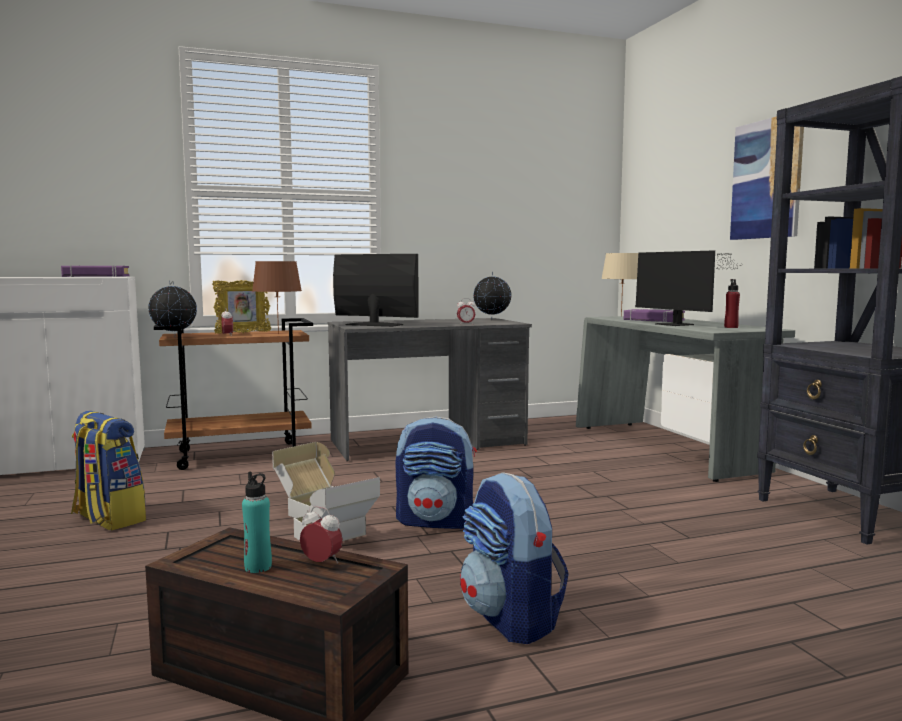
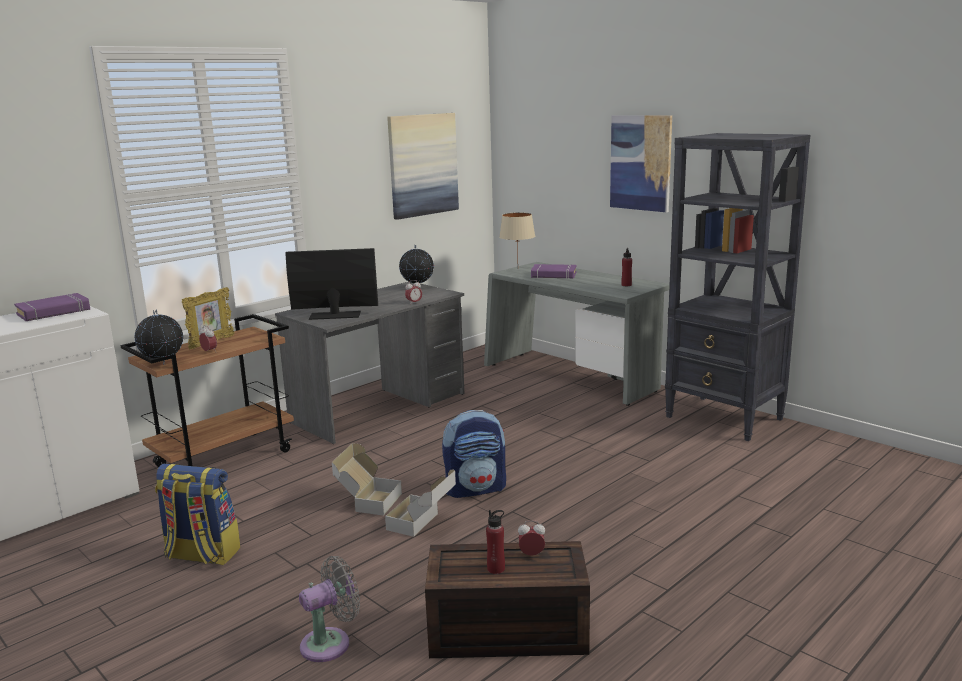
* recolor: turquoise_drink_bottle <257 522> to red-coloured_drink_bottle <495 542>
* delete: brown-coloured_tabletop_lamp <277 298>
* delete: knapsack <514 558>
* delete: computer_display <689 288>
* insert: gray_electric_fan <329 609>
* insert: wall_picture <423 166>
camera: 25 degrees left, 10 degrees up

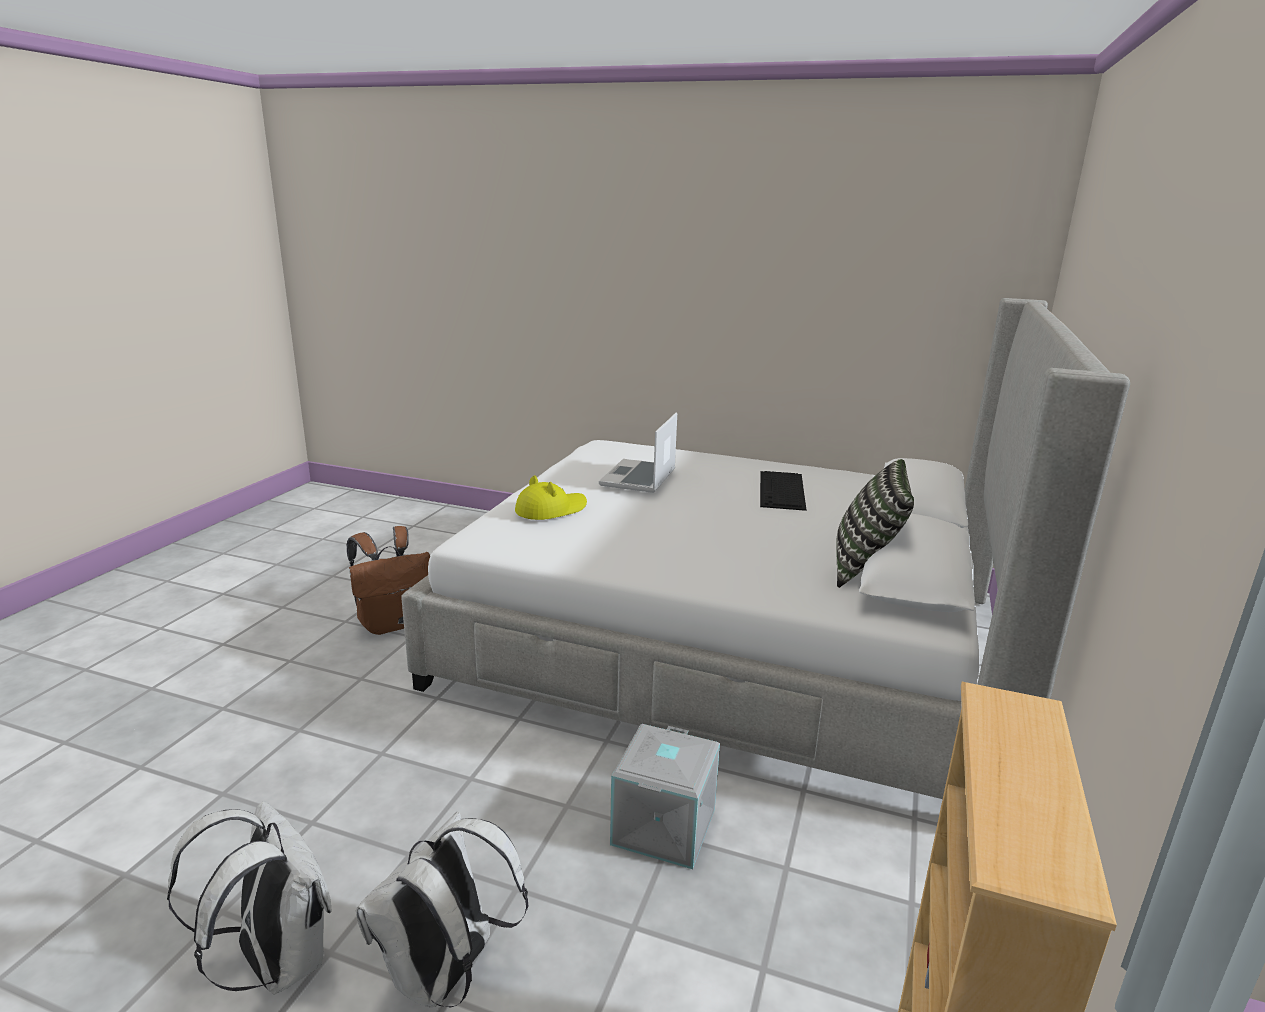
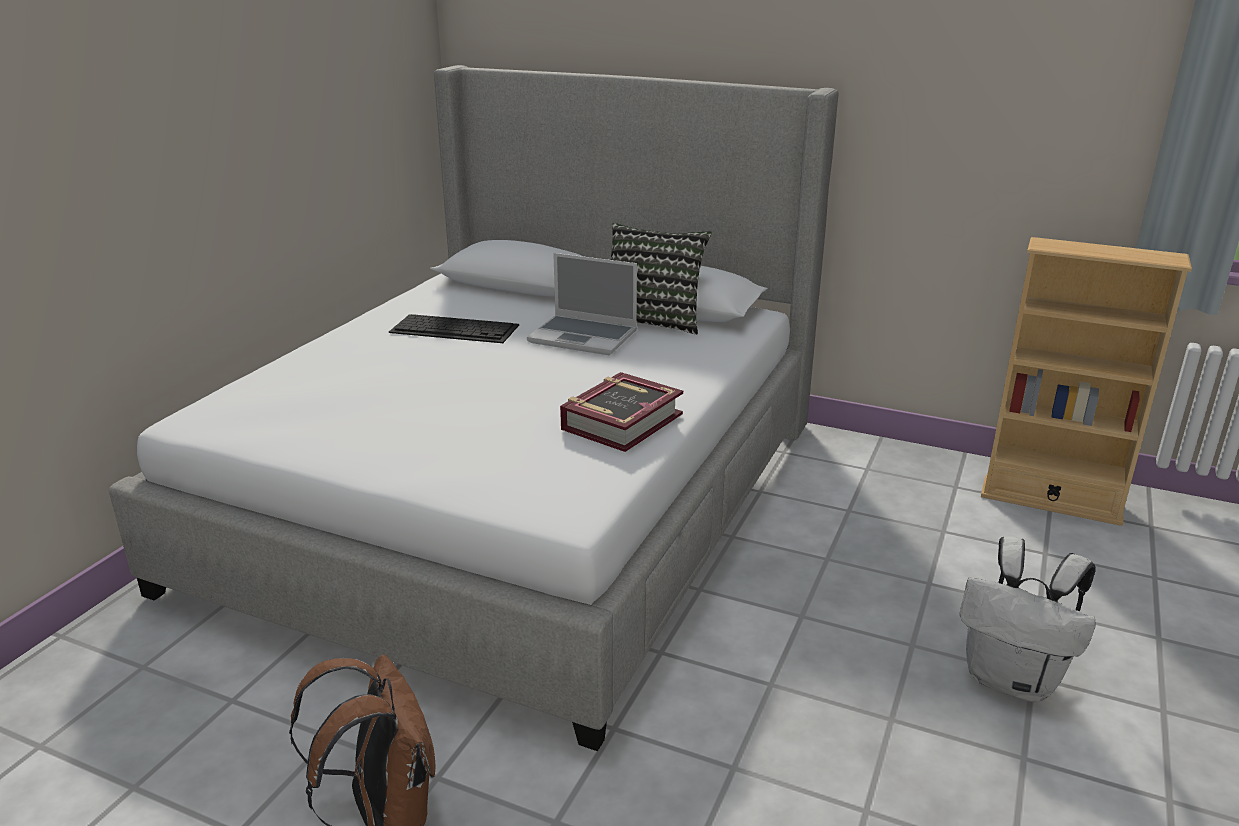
* delete: white_knapsack <249 898>
* delete: yellow-coloured_wearable_hat <551 497>
* move: portable_computer <638 453> to <582 304>
* delete: gray_storage_box <665 796>
* insert: book <621 412>
camera: 85 degrees left, 5 degrees up

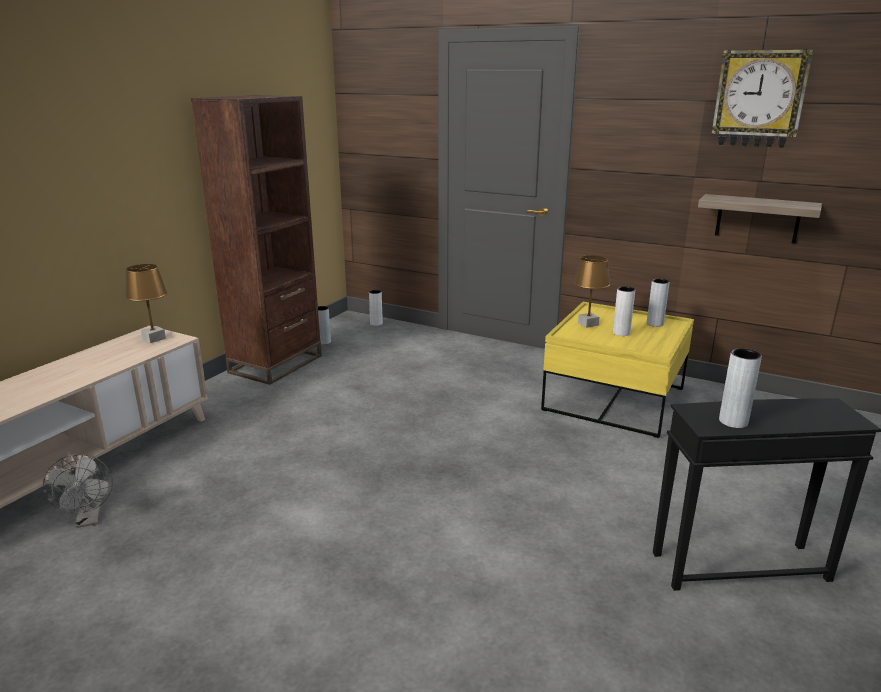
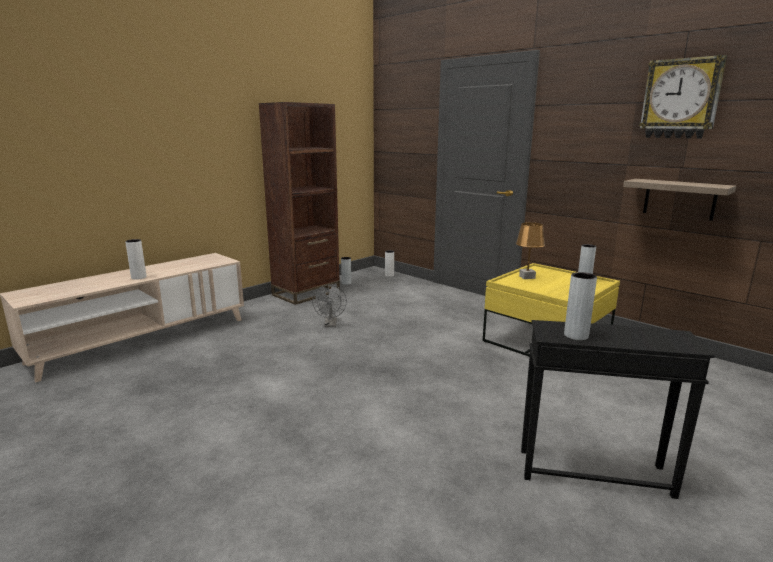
* move: gray_electric_fan <78 491> to <329 305>
* delete: brown-coloured_tabletop_lamp <146 303>
* move: white_vase <624 311> to <136 259>
camera: 15 degrees right, 5 degrees down

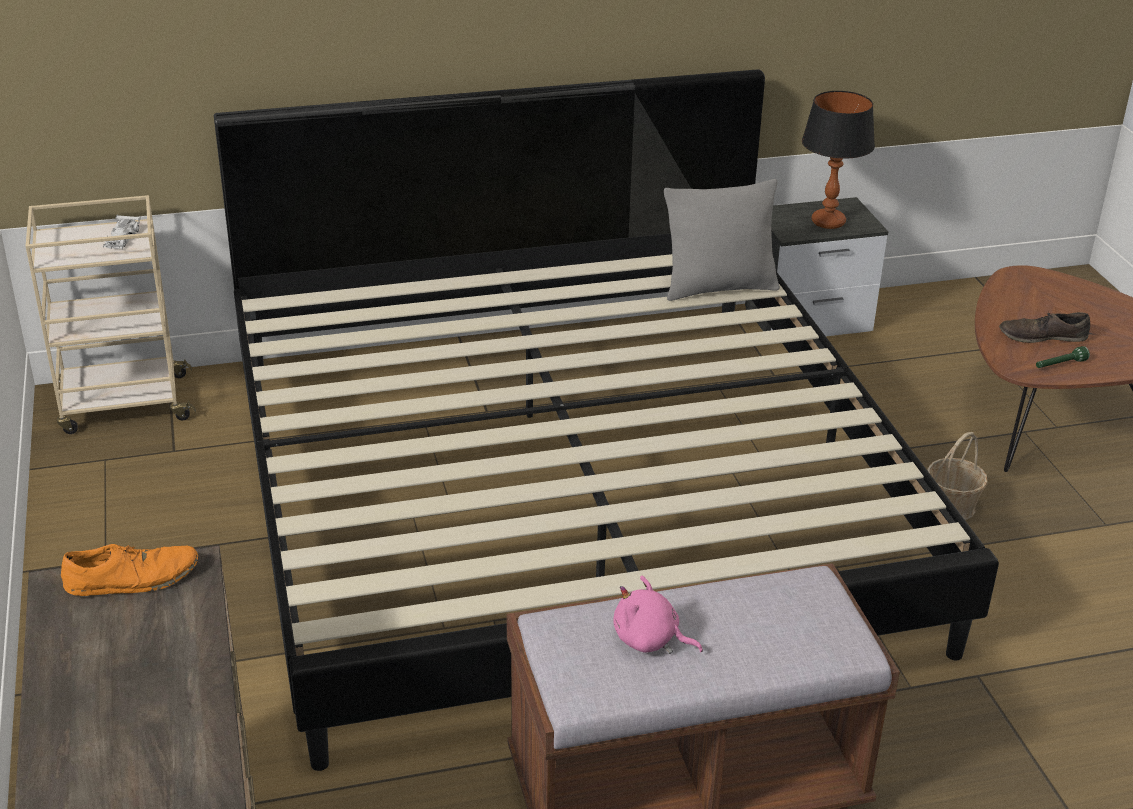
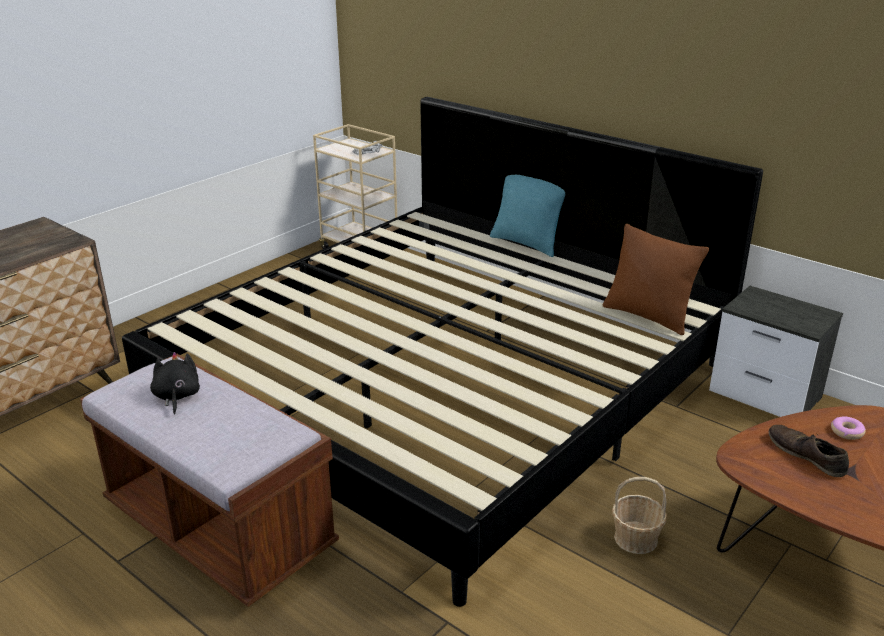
* delete: orange-coloured_item_of_footwear <129 570>
* recolor: pinkish_soft_toy <658 615> to black_soft_toy <175 383>
* recolor: gray_pillow <722 240> to brown-coloured_pillow <656 279>
* delete: tabletop_lamp <838 160>
* delete: greenish_flashlight <1063 357>
* insert: turquoise_pillow <527 216>
* insert: doughnut <848 428>
camera: 55 degrees right, 5 degrees down

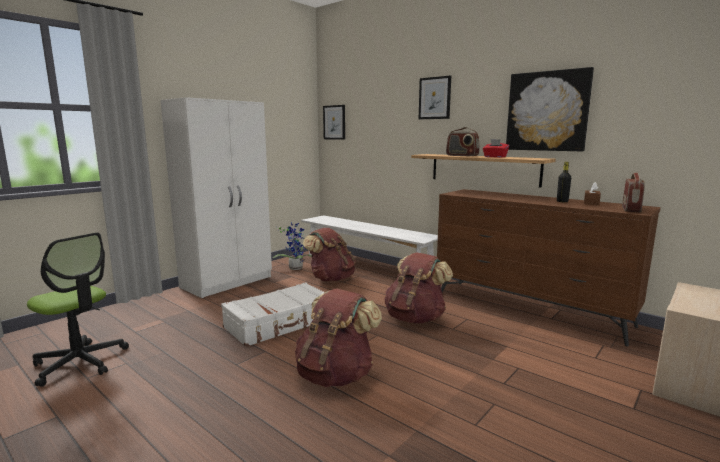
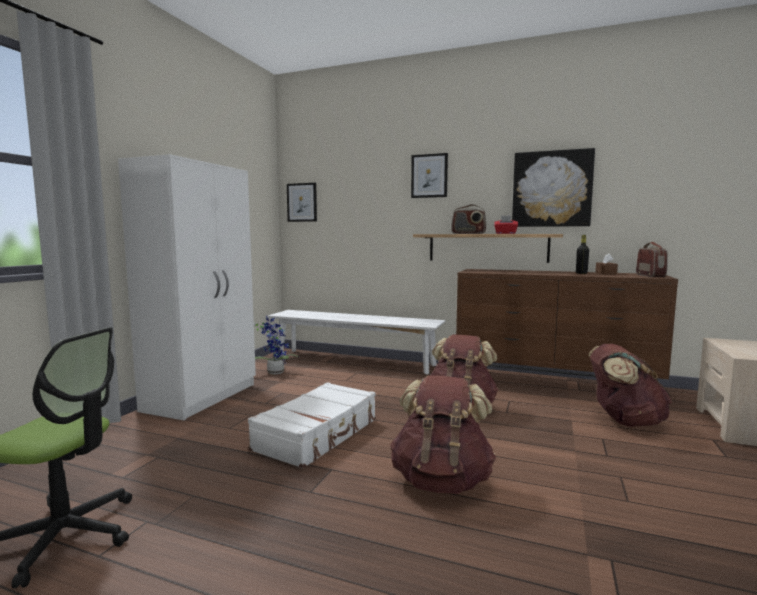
* move: brown-coloured_knapsack <329 254> to <631 385>
camera: 20 degrees left, 5 degrees down

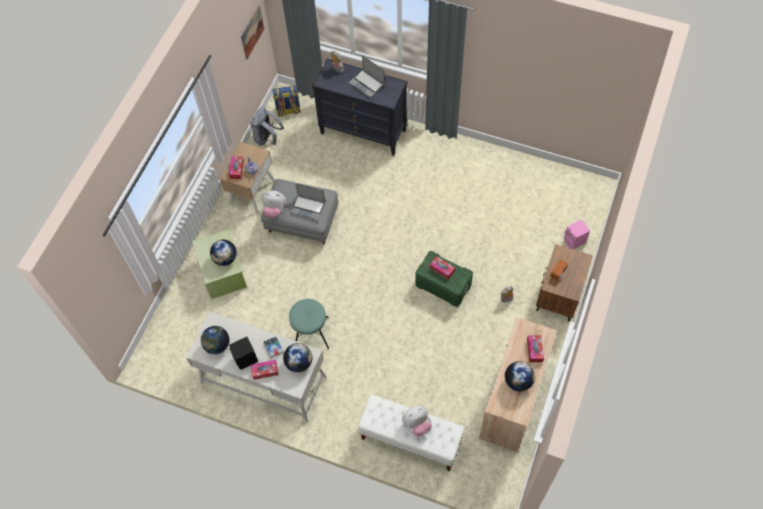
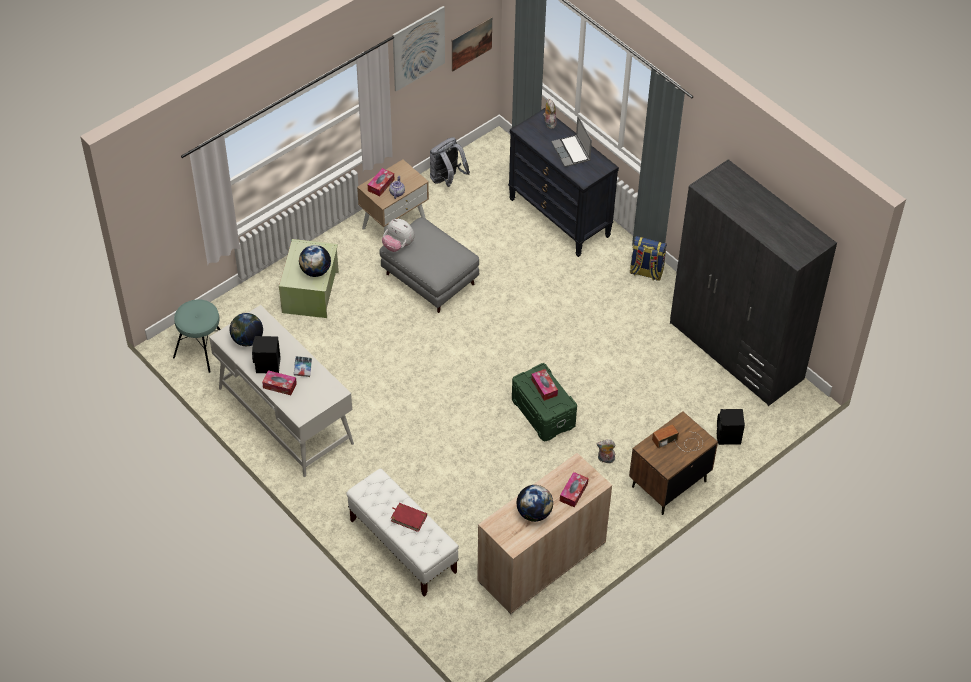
* move: knapsack <286 101> to <648 258>
* delete: world_globe <297 357>
* move: turquoise_stool <309 324> to <197 336>
* delete: portable_computer <307 202>
* replace: soft_toy <417 420> to red-coloured_book <409 517>
* recolor: pinkish_audio_speaker <577 234> to black_audio_speaker <731 427>
* insert: wall_picture <419 48>
* insert: gray_armoire <753 282>
camera: 25 degrees right, 10 degrees down

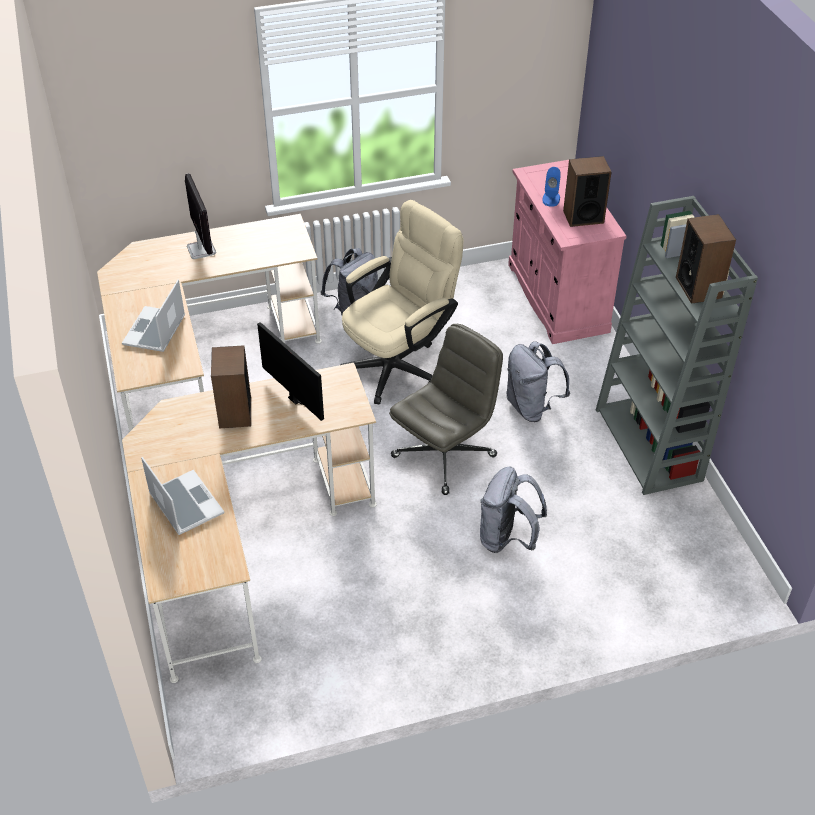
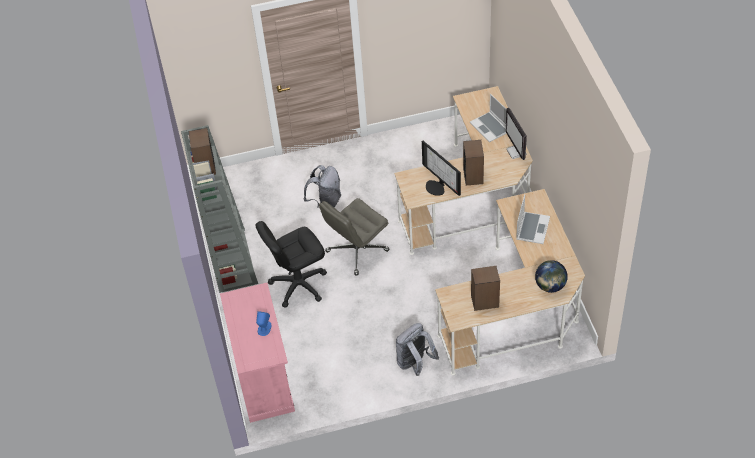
* move: computer_display <200 216> to <516 134>
* delete: beige-coloured_computer_chair <402 302>
* replace: gray_knapsack <538 381> to black_computer_chair <291 264>
* move: audio_speaker <587 191> to <485 288>
* insert: world_globe <551 276>
camera: 175 degrees left, 5 degrees up

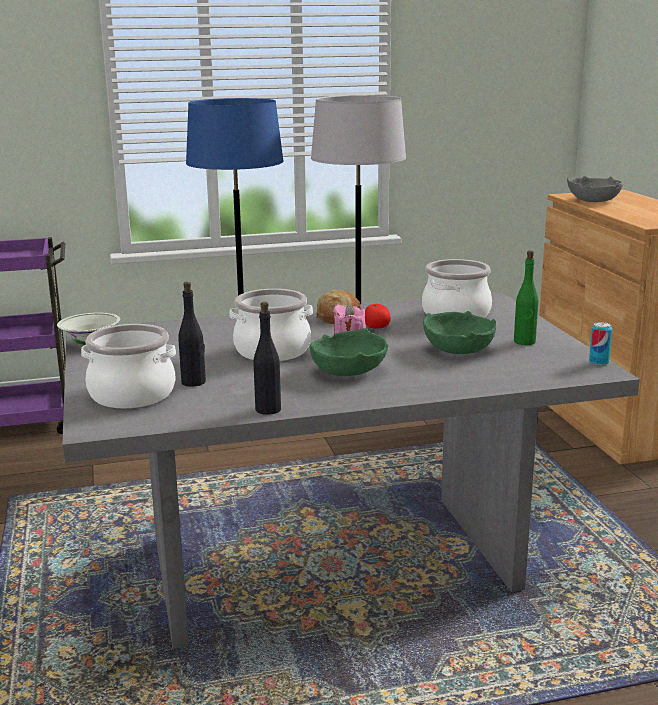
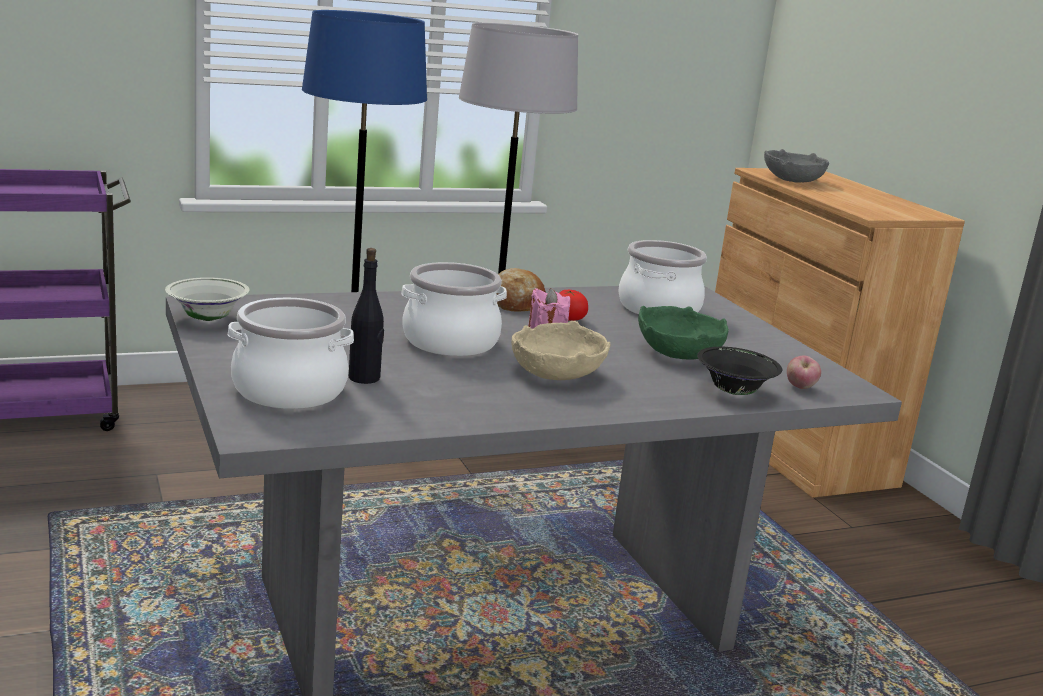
* delete: black_drink_bottle <267 358>
* recolor: greenish_serving_bowl <349 352> to beige-coloured_serving_bowl <561 350>
* delete: greenish_drink_bottle <526 297>
* delete: metal_can <601 343>
* insert: black_serving_bowl <739 371>
* insert: apple <804 372>
camera: 10 degrees left, 0 degrees up

